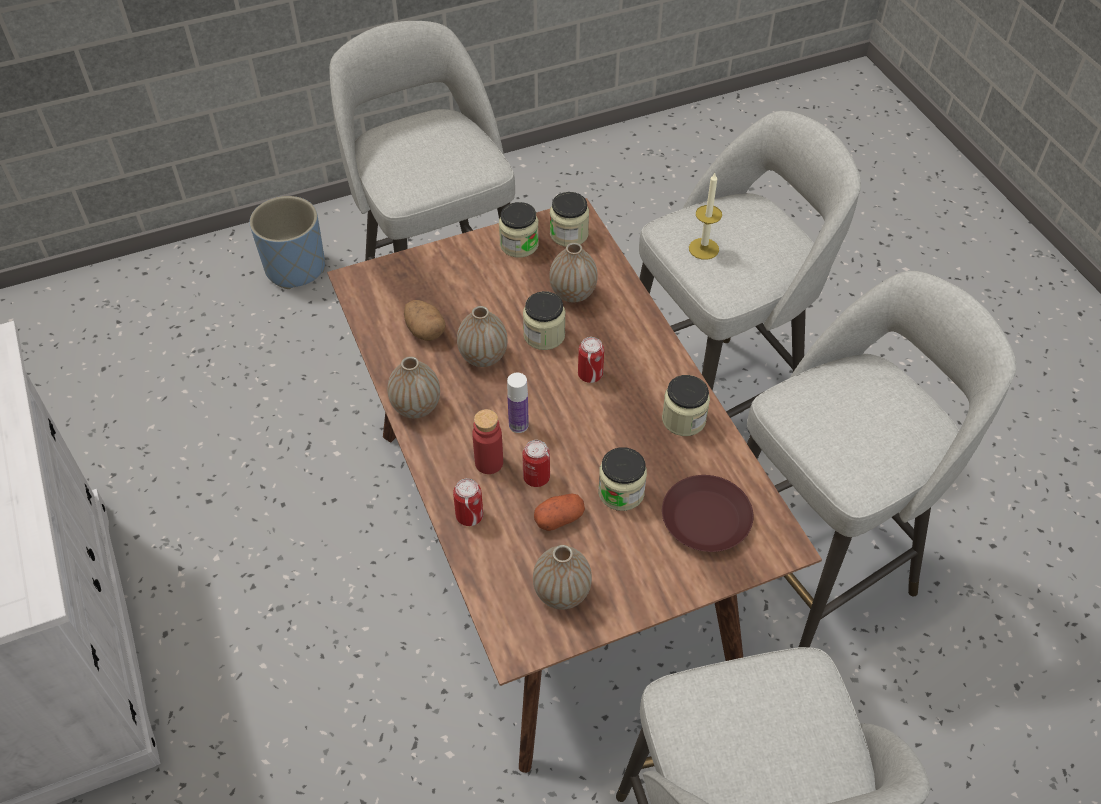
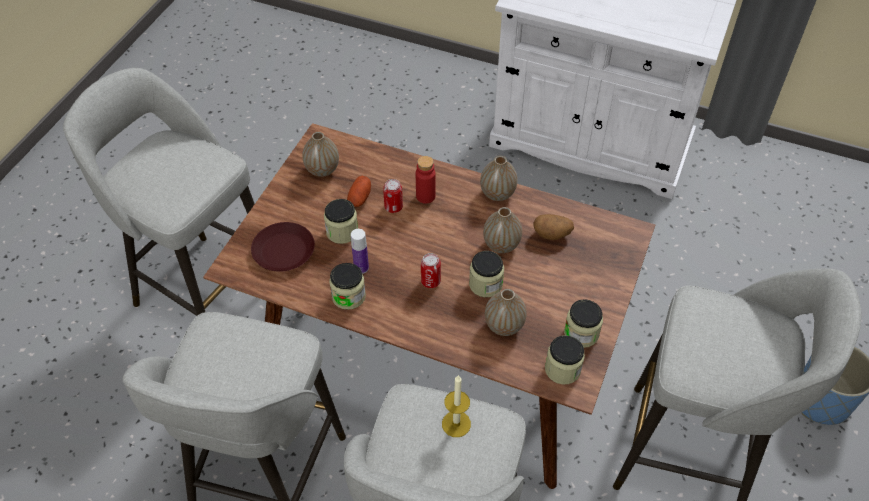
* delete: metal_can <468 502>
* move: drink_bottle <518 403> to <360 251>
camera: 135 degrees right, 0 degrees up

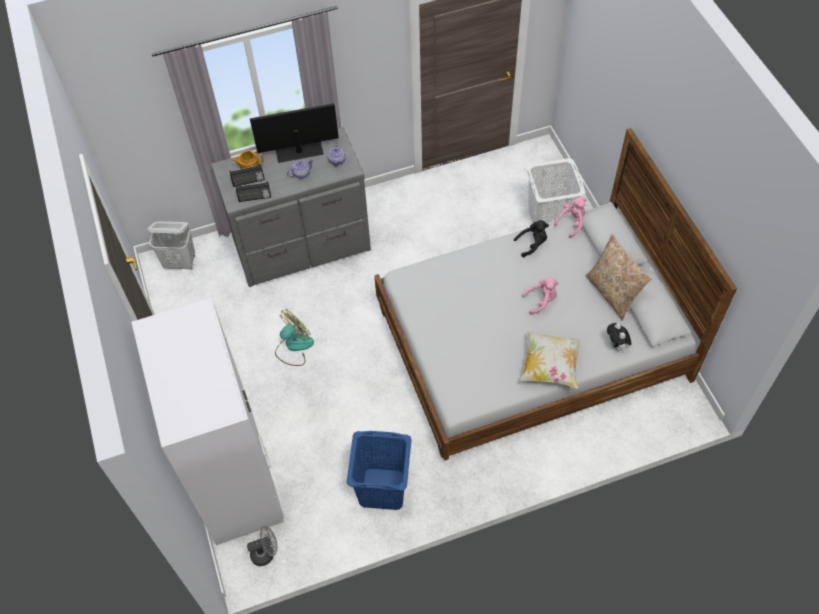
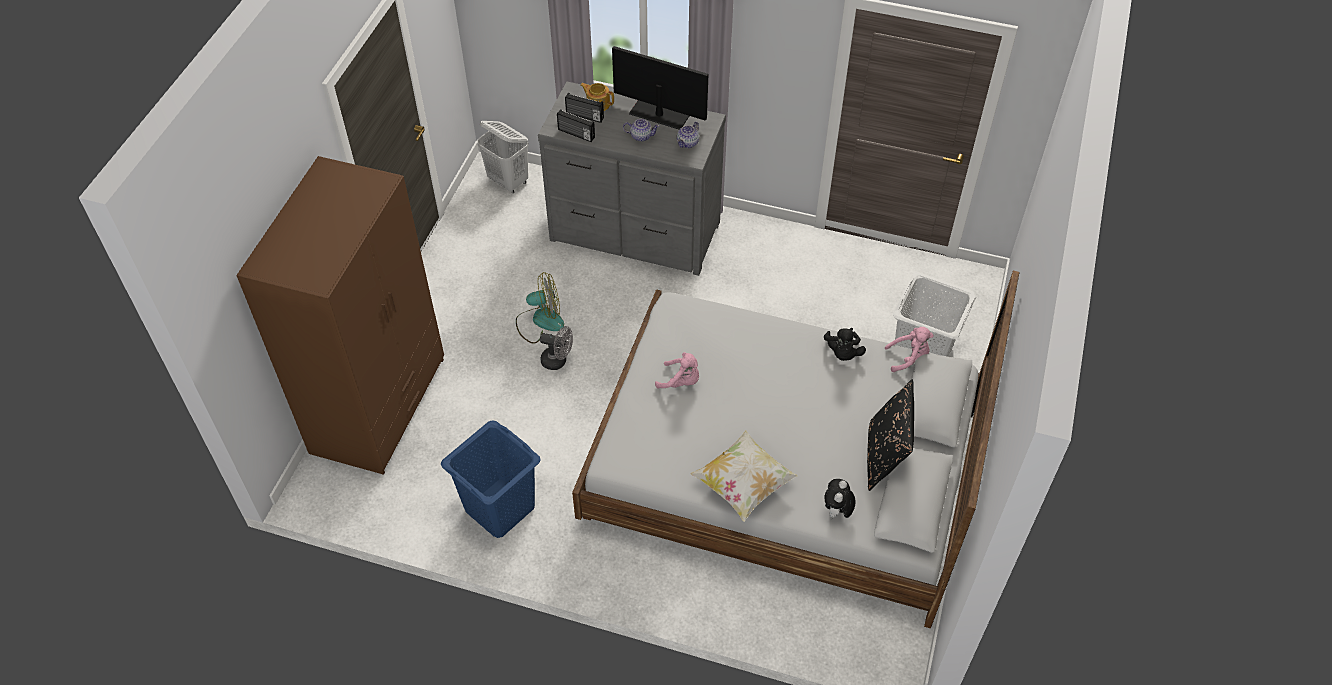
* recolor: white_armoire <207 421> to brown-coloured_armoire <340 315>
* move: gray_electric_fan <262 546> to <556 348>
* rotate: black_soft_toy <531 238> = <845 344> 75 degrees clockwise
* move: pinkish_soft_toy <540 296> to <677 370>
* recolor: beige-coloured_pillow <618 277> to black_pillow <890 435>
camera: 35 degrees right, 5 degrees down

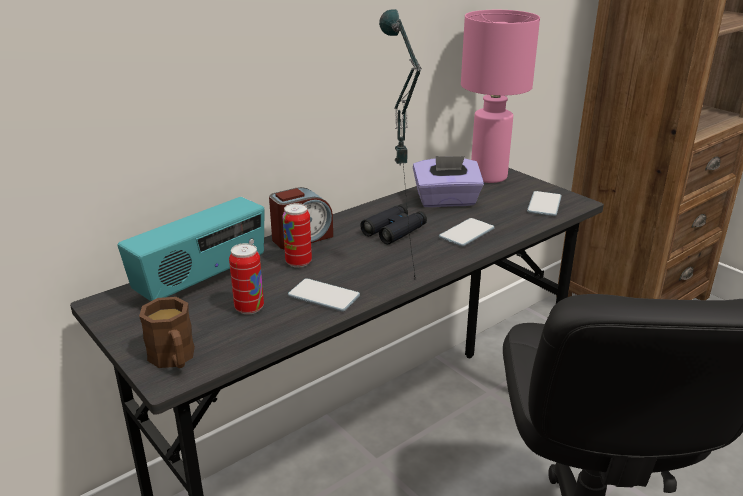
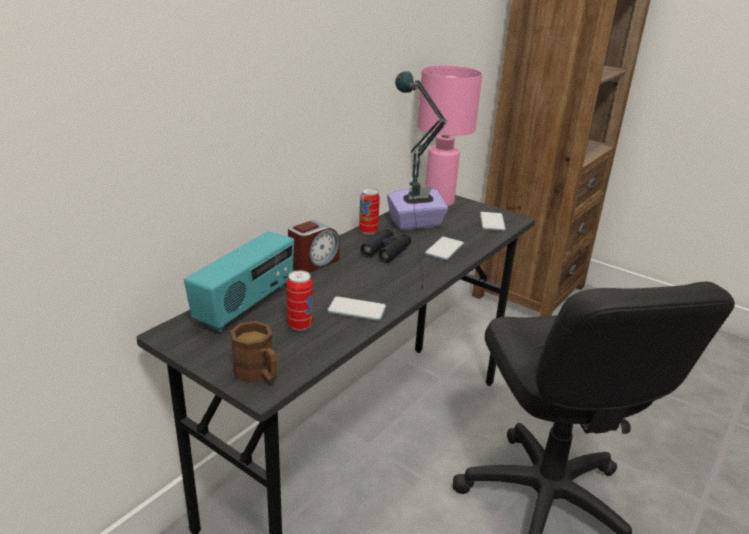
* move: metal_can <297 235> to <369 211>
camera: 15 degrees left, 0 degrees up

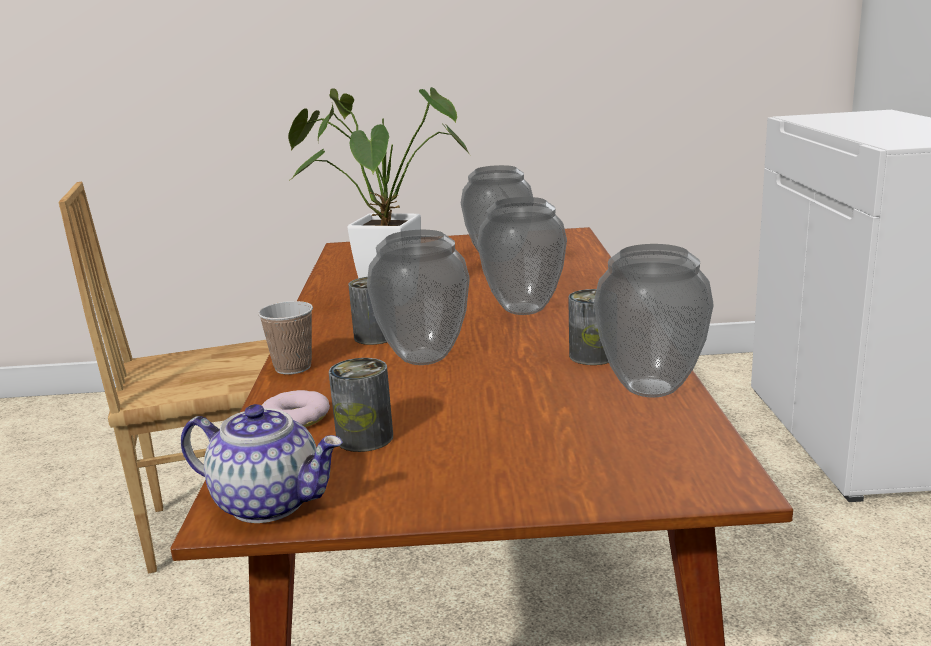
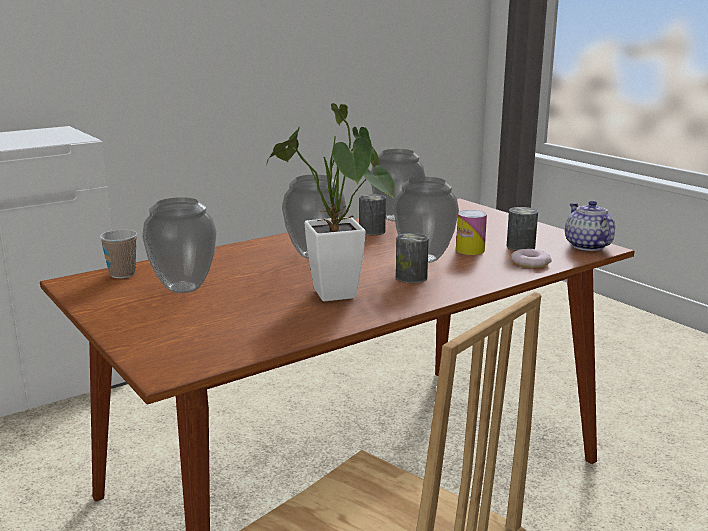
* move: drinking_cup <285 338> to <118 254>
* insert: metal_can <471 232>
camera: 125 degrees left, 0 degrees up

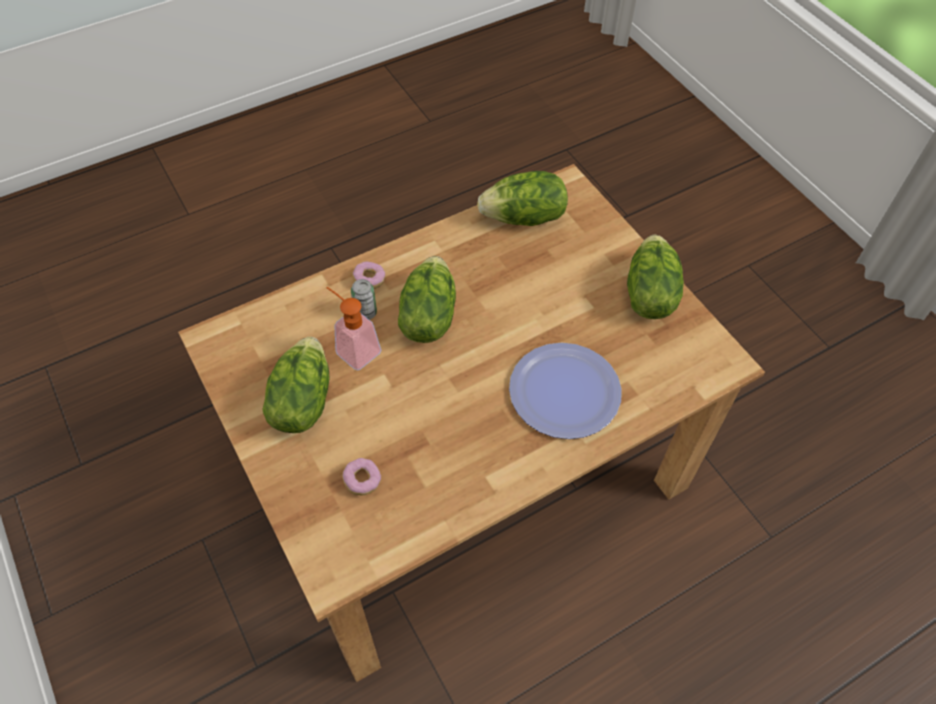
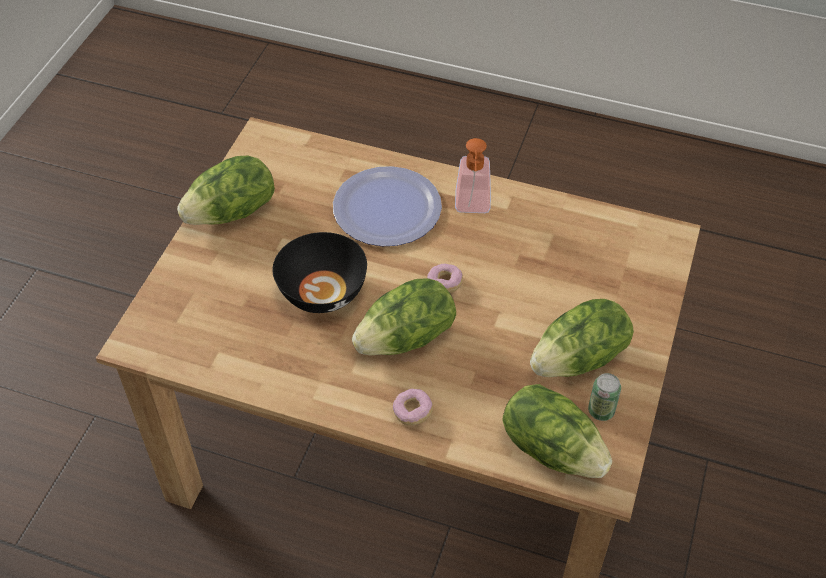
* move: soap_dispenser <354 329> to <473 175>
* move: doughnut <361 476> to <445 278>
* move: metal_can <364 299> to <604 397>
* move: lettuce <522 198> to <557 431>
* insert: black_serving_bowl <320 272>
camera: 130 degrees left, 5 degrees down

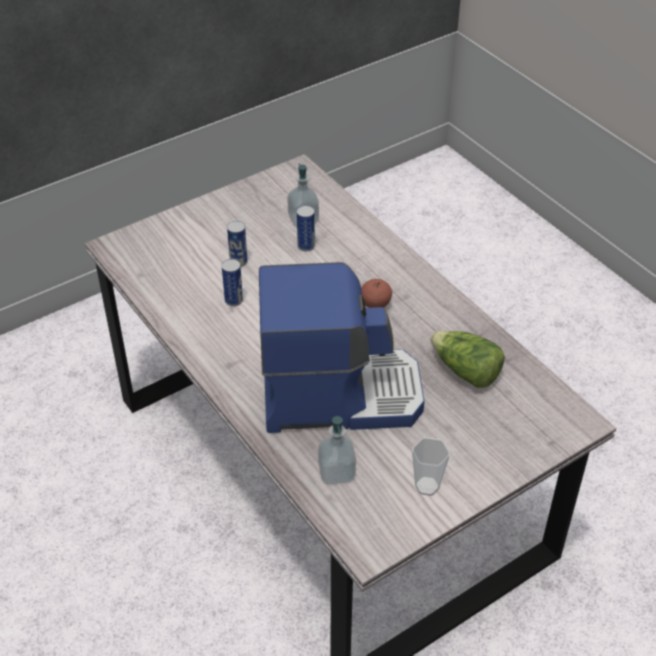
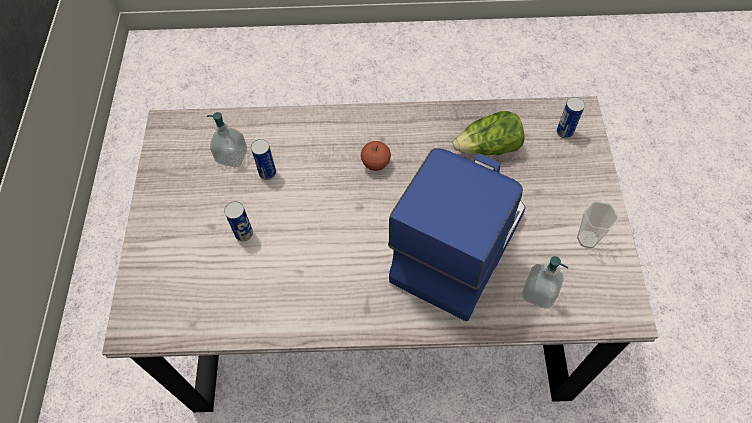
* move: metal_can <232 282> to <571 118>
camera: 55 degrees left, 15 degrees up

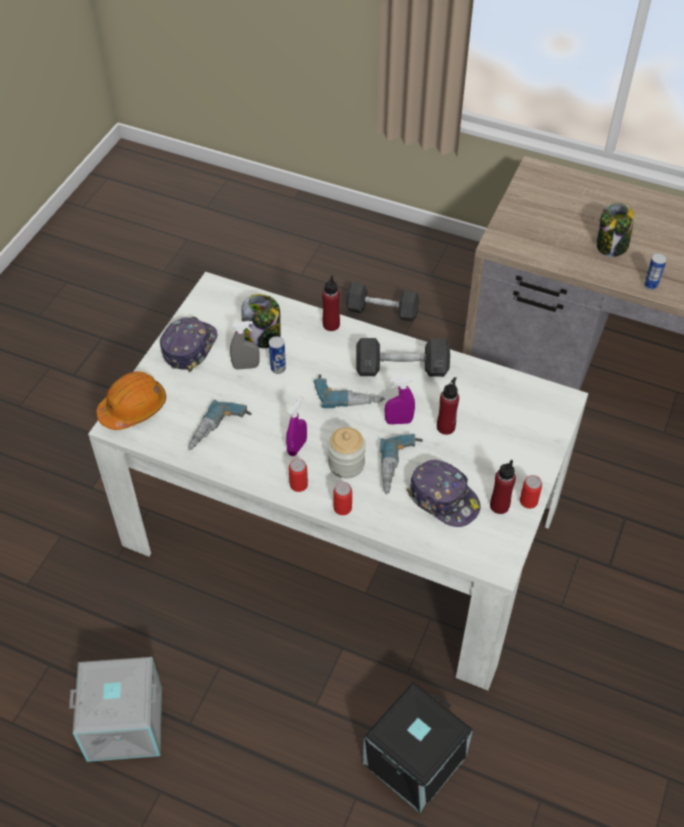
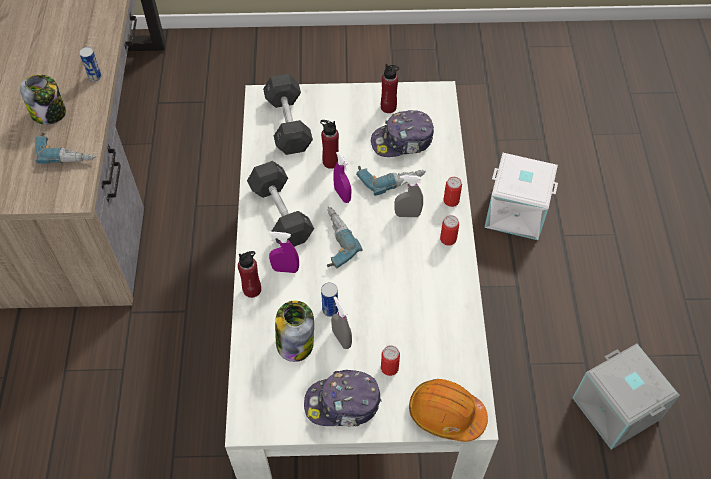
* move: drill <220 425> to <65 148>
* move: purplish_spray_bottle <296 426> to <284 252>
* replace: storage_jar <347 452> to gray_spray_bottle <408 196>
* move: gray_hand_weight <382 302> to <288 114>
* recolor: black_storage_box <418 747> to white_storage_box <521 196>
* rotate: peaked_cap <444 493> = <402 133> 120 degrees counterclockwise
* move: metal_can <531 492> to <390 360>
camera: 115 degrees left, 5 degrees up

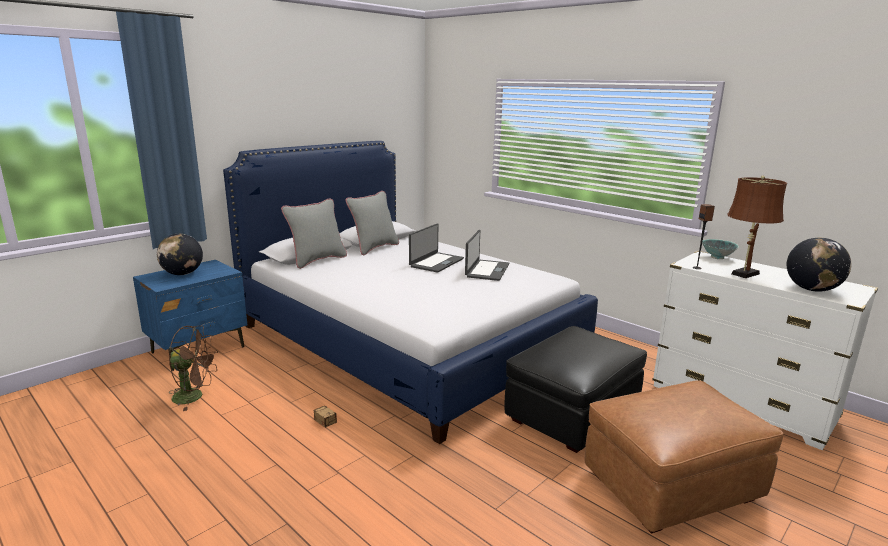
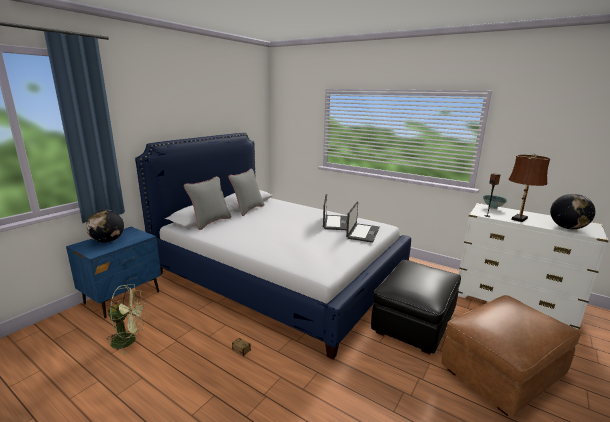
* recolor: brown-coloured_electric_fan <193 368> to greenish_electric_fan <127 319>
* move: portable_computer <436 248> to <363 222>
camera: 10 degrees left, 0 degrees up

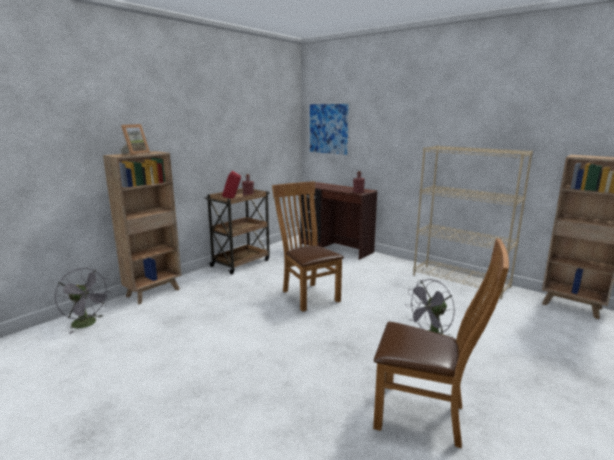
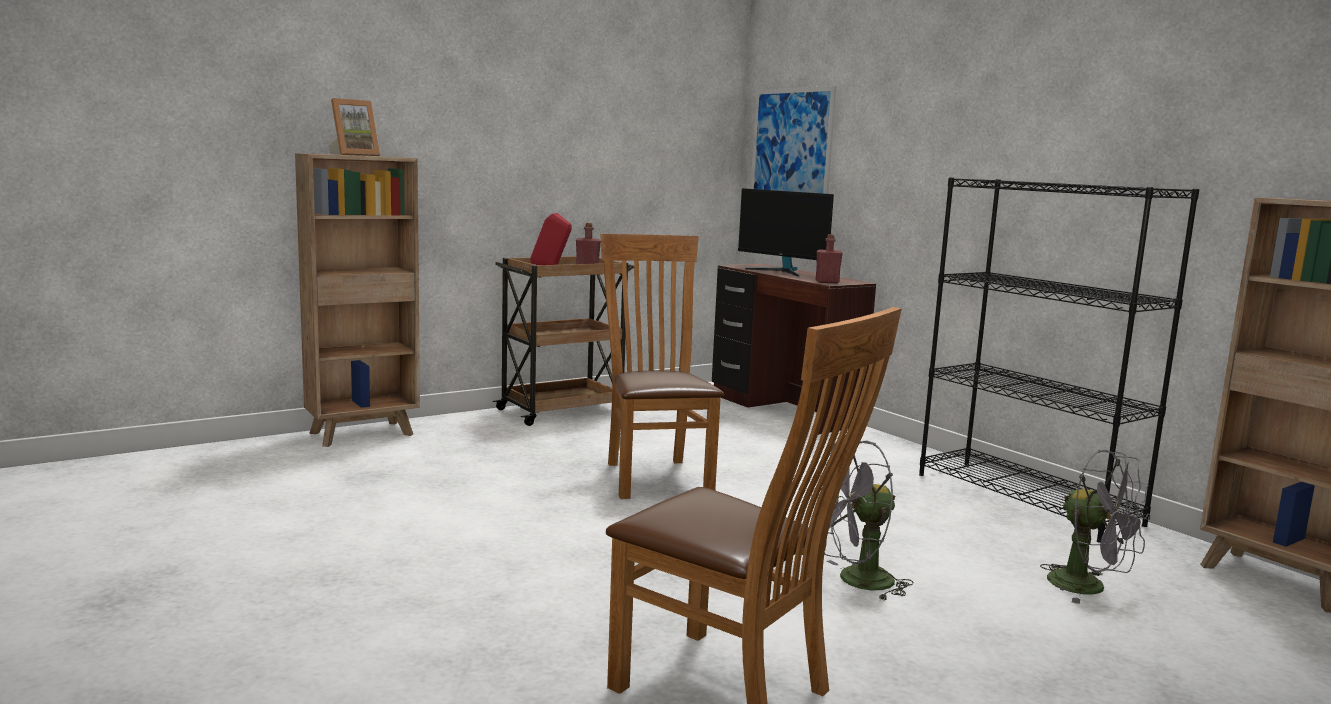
* move: gray_electric_fan <83 301> to <1095 526>
* recolor: beige-coloured_bookshelf <473 222> to black_bookshelf <1059 360>
* insert: computer_display <786 232>
camera: 15 degrees right, 5 degrees down

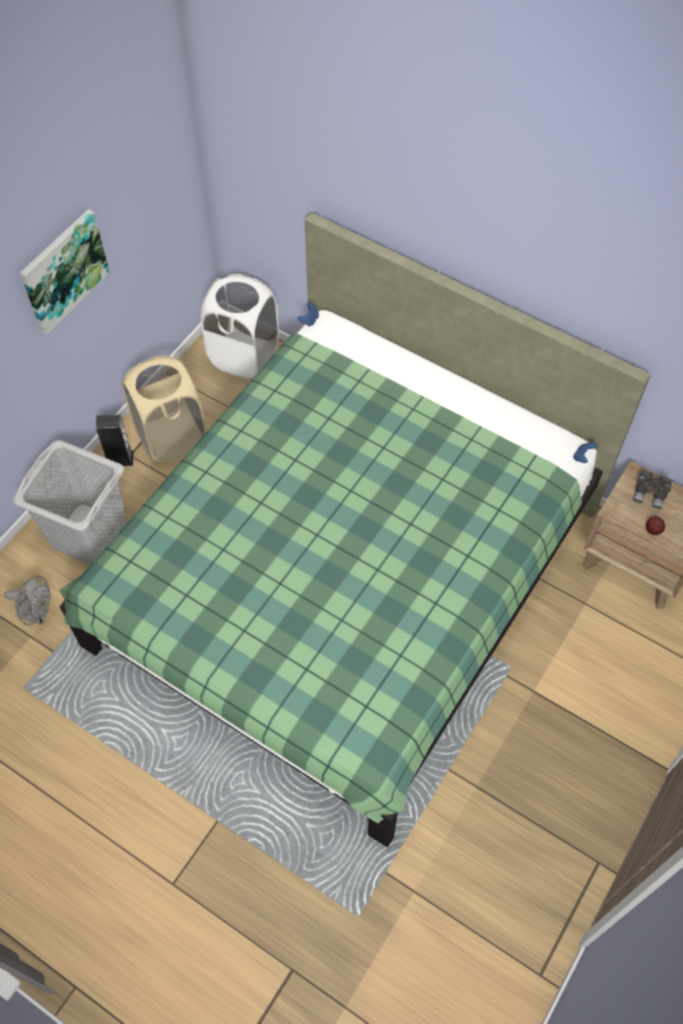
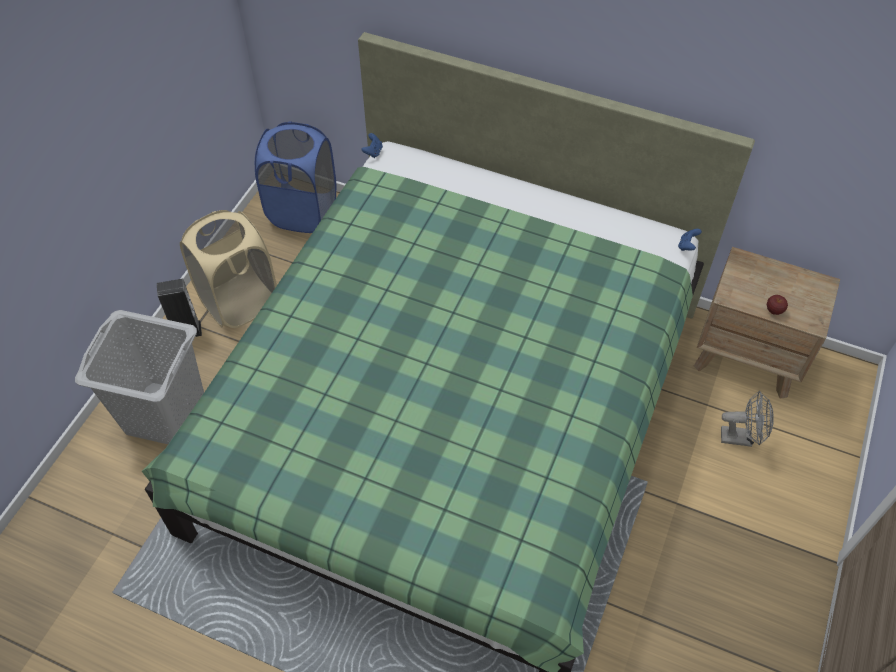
* move: gray_electric_fan <27 600> to <747 419>
* delete: wall_picture <65 272>
* recolor: white_washing_basket <240 326> to blue_washing_basket <295 177>
* delete: gray_field_glasses <652 489>
camera: 10 degrees left, 5 degrees down

